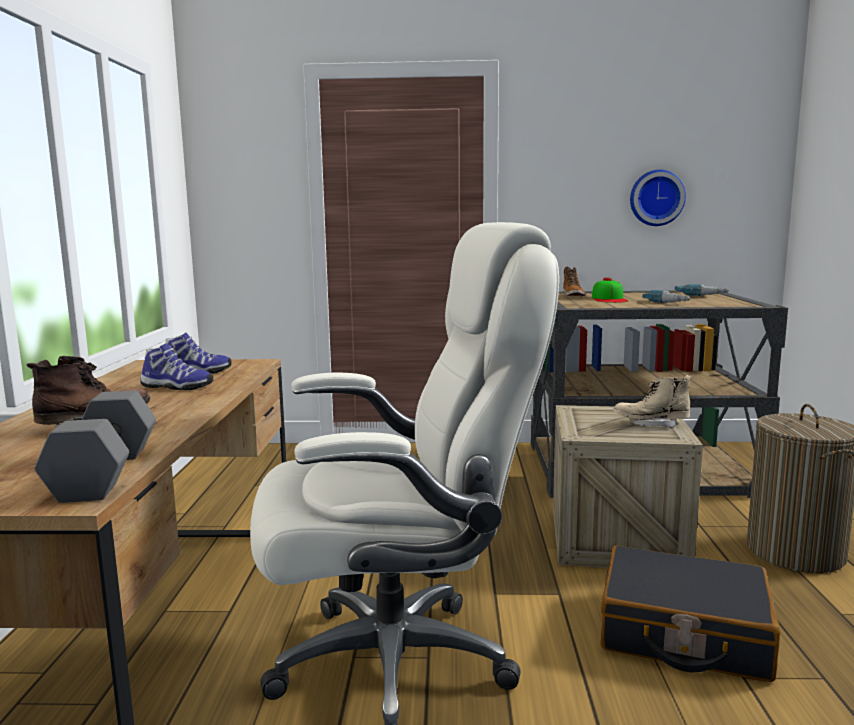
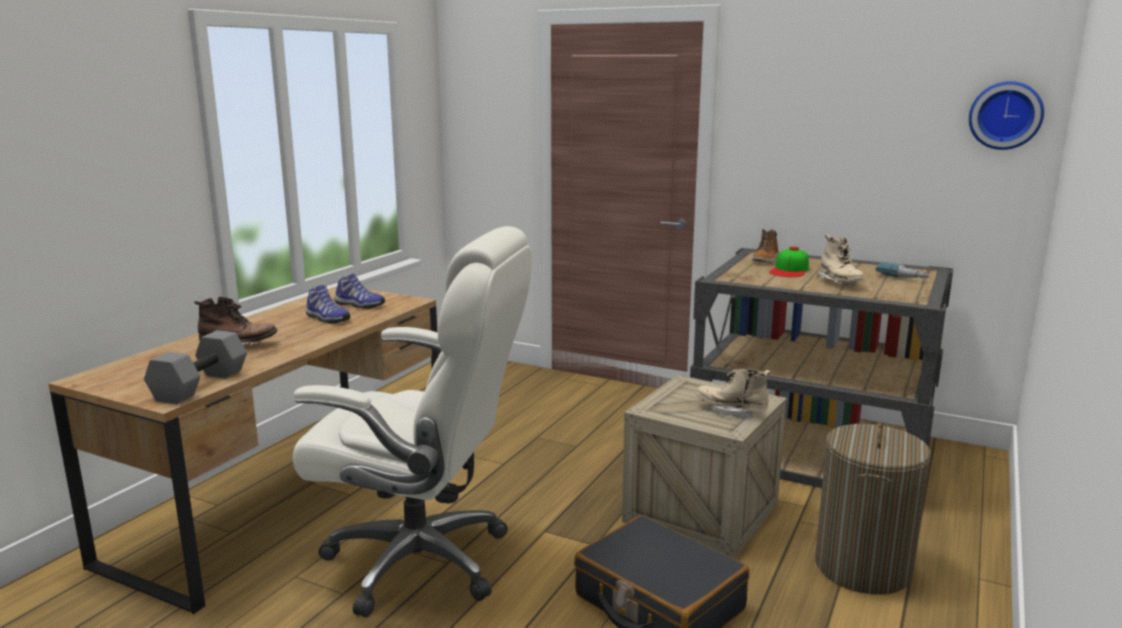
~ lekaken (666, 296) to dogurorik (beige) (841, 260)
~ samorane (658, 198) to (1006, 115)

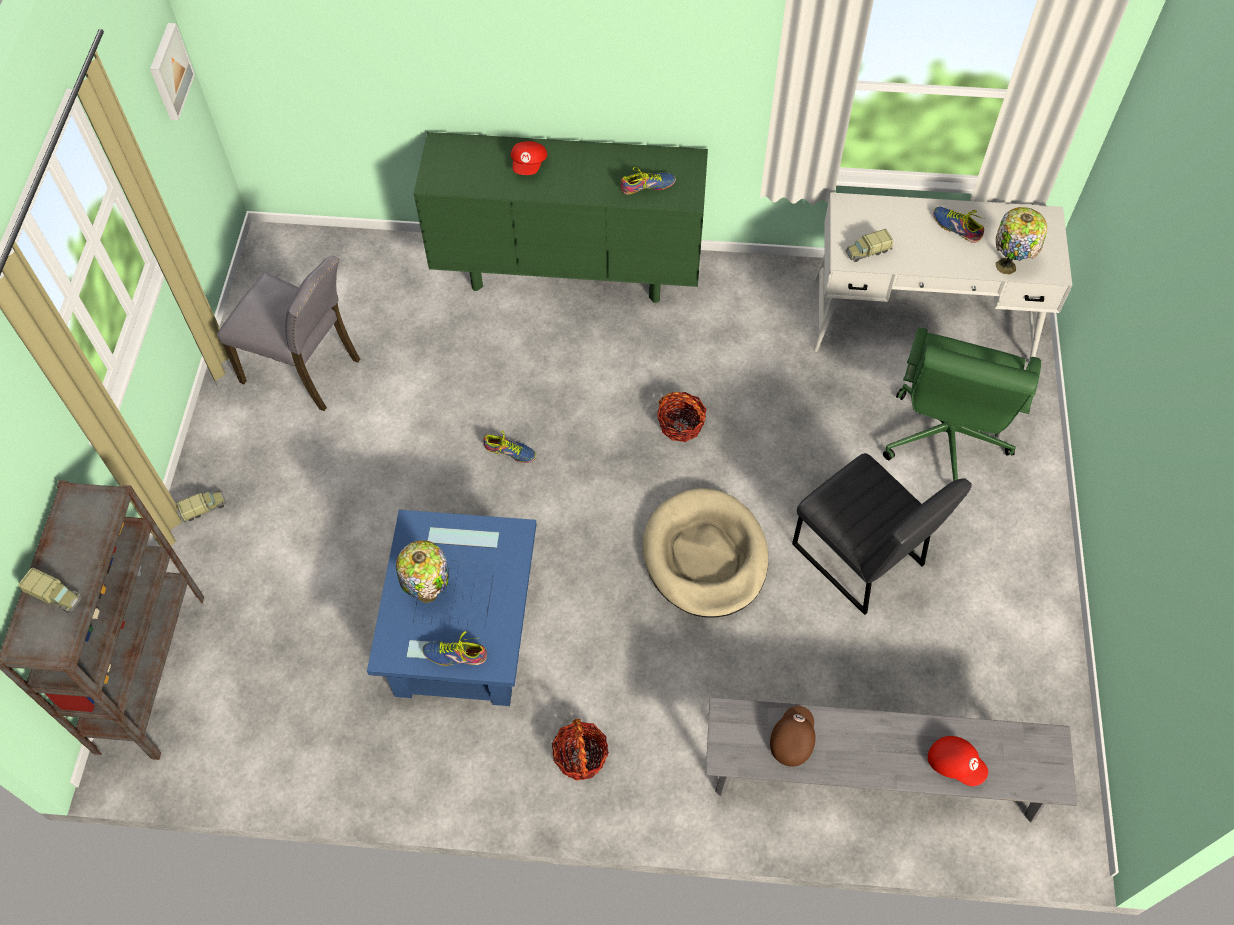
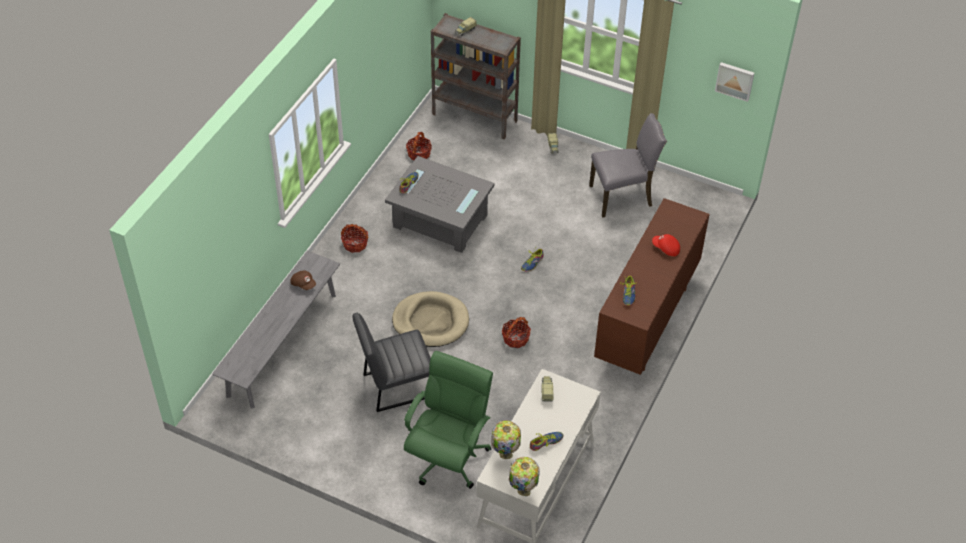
~ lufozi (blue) (452, 608) to lufozi (grey) (439, 204)
~ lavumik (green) (962, 404) = (448, 420) 75 degrees clockwise
+ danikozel (419, 146)
~ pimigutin (422, 571) to (524, 476)
~ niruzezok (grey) (288, 333) = (628, 165) 150 degrees counterclockwise
~ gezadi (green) (561, 217) to gezadi (brown) (652, 286)
- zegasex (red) (958, 761)

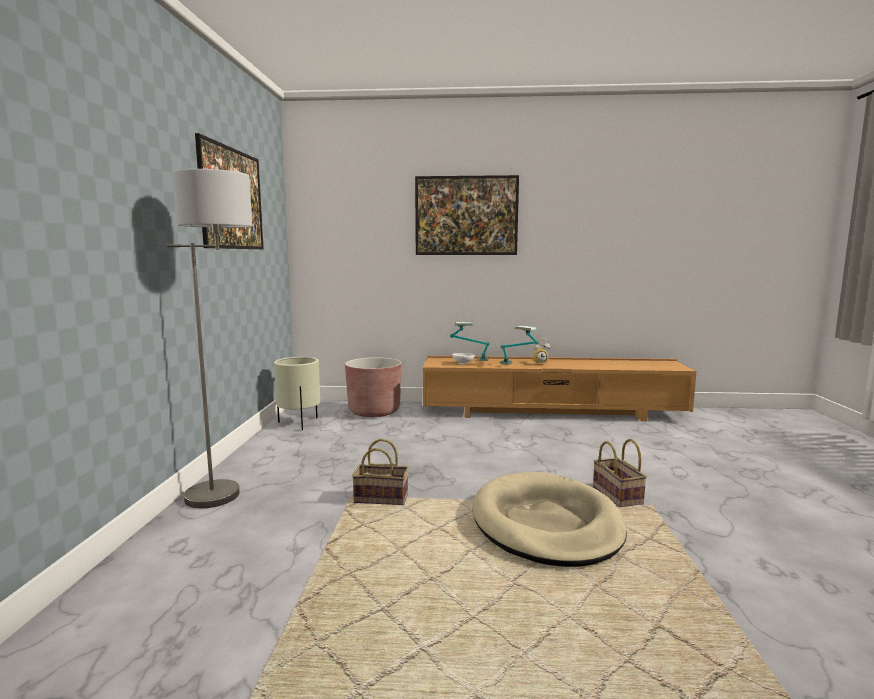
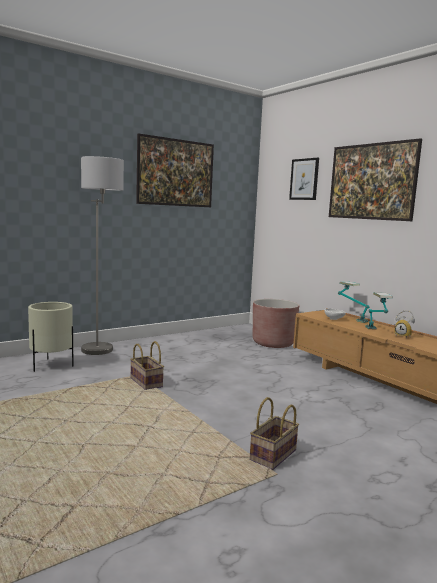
~ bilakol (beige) (297, 393) to (51, 337)
+ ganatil (304, 179)
- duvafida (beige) (549, 519)

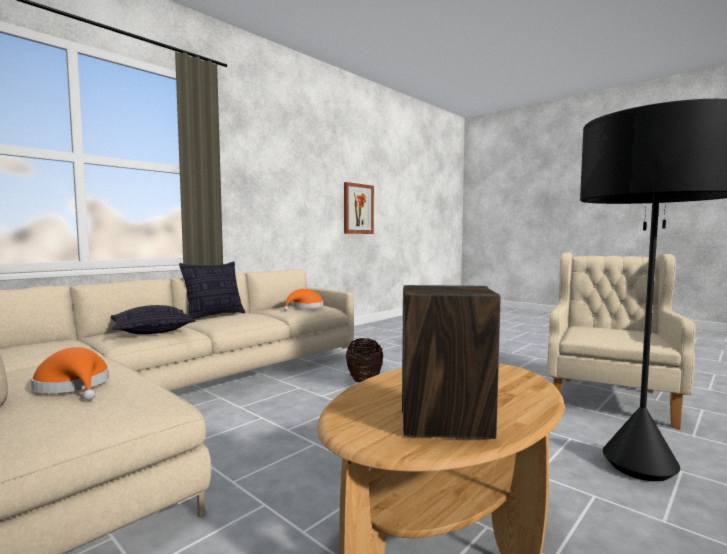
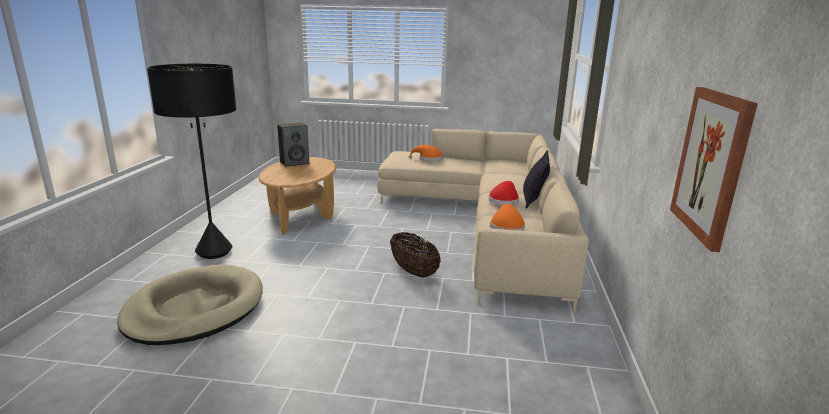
~ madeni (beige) (621, 340) to duvafida (beige) (190, 305)
+ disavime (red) (503, 193)
- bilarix (152, 319)

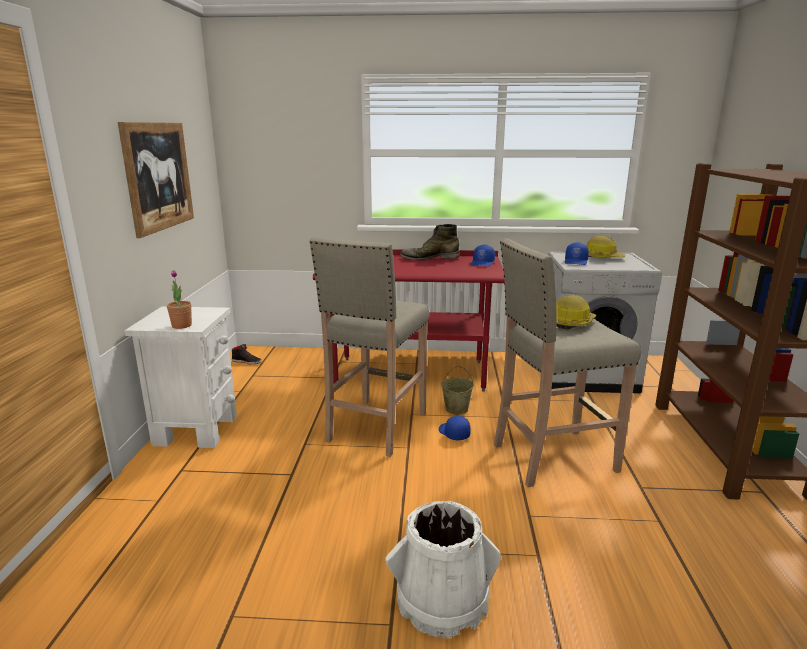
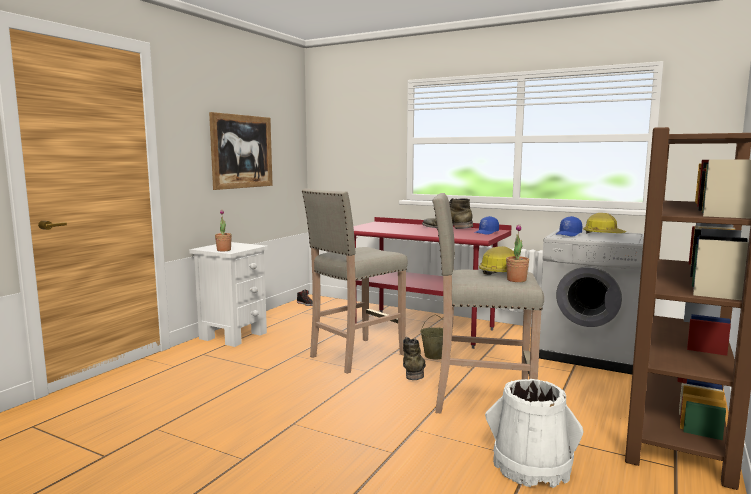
~ zegasex (blue) (455, 428) to dogurorik (green) (414, 358)
~ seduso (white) (443, 569) to (534, 433)
+ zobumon (517, 253)

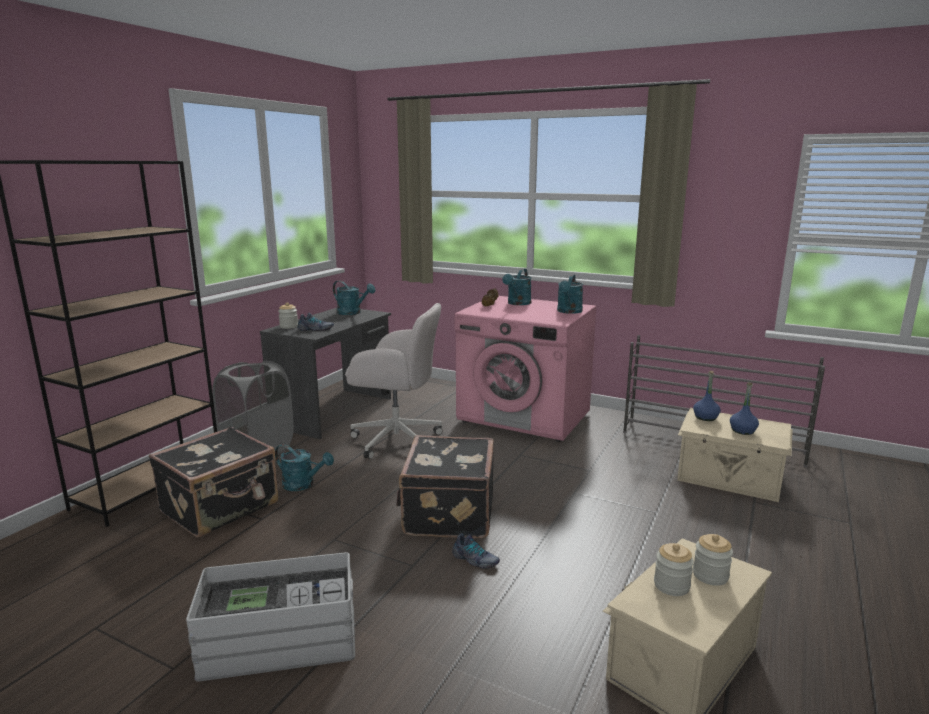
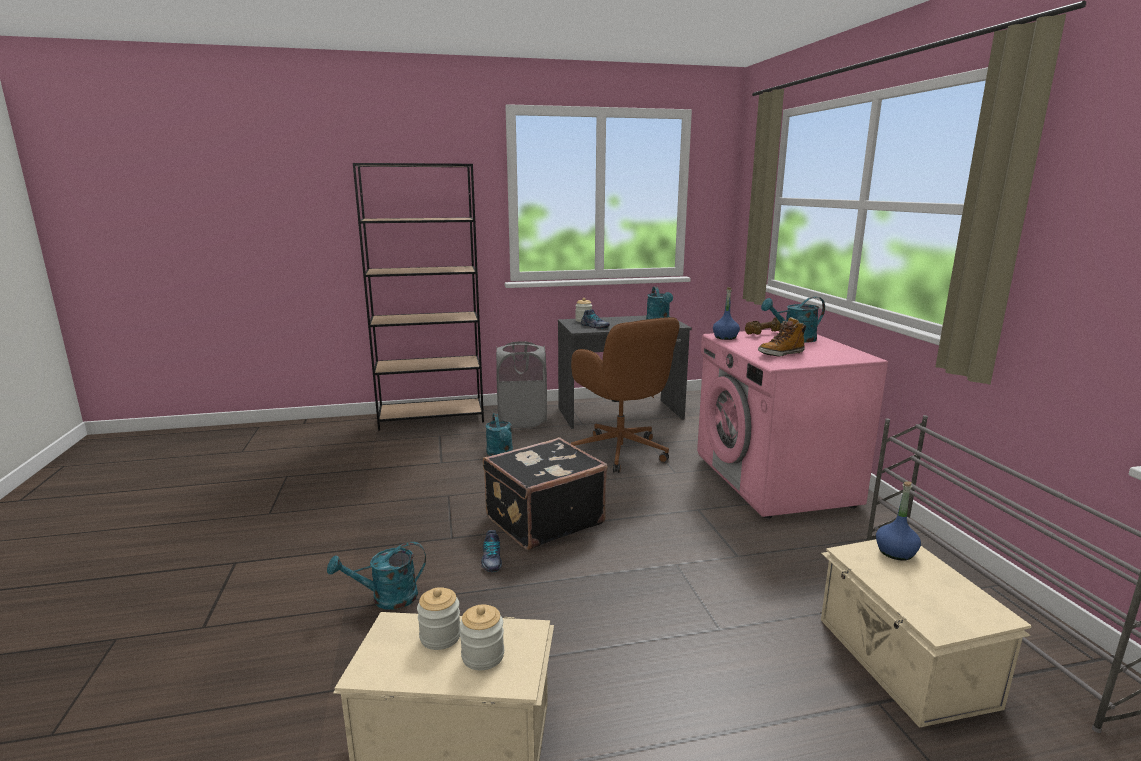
~ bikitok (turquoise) (570, 294) to (376, 576)
~ lavumik (white) (394, 381) to lavumik (brown) (625, 395)
~ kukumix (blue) (744, 408) to (726, 313)
+ dogurorik (782, 337)
- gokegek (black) (214, 482)
- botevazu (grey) (270, 616)

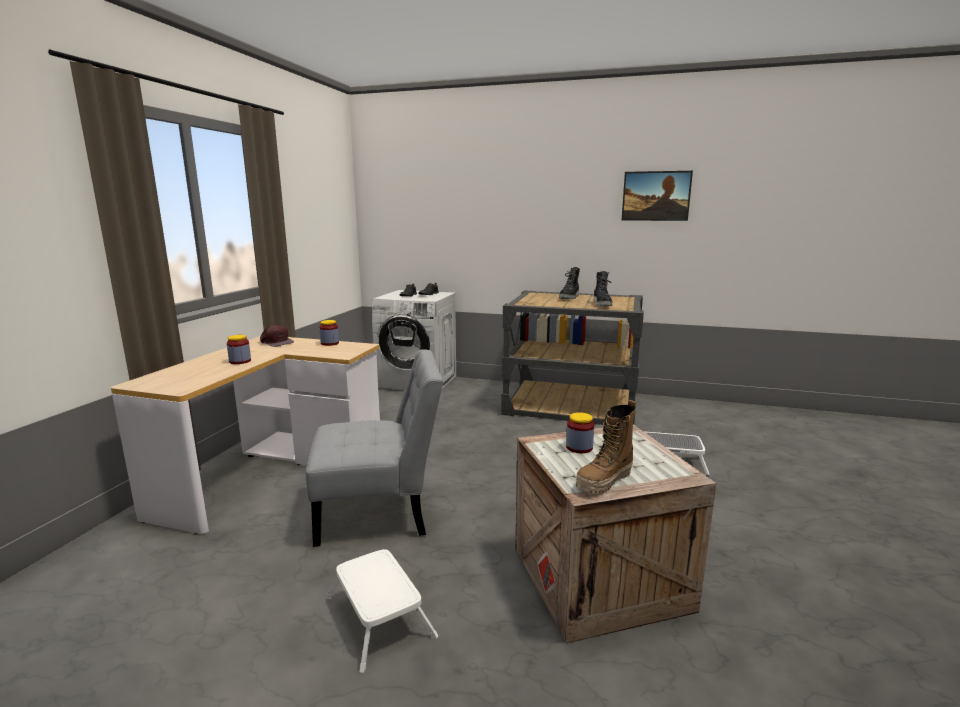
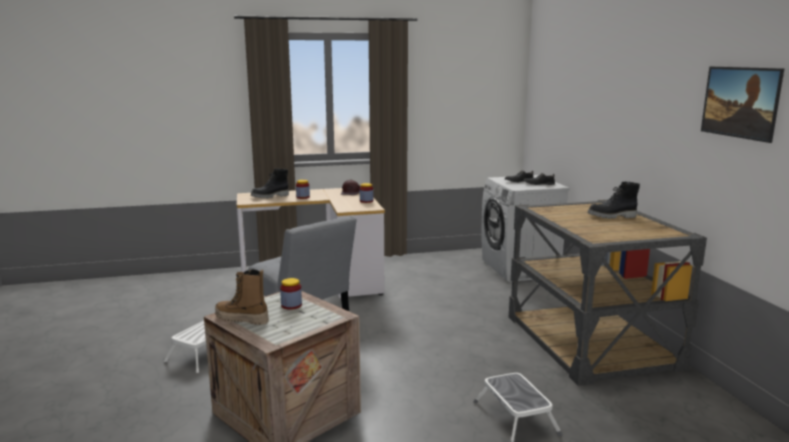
~ dogurorik (black) (603, 288) to (270, 183)

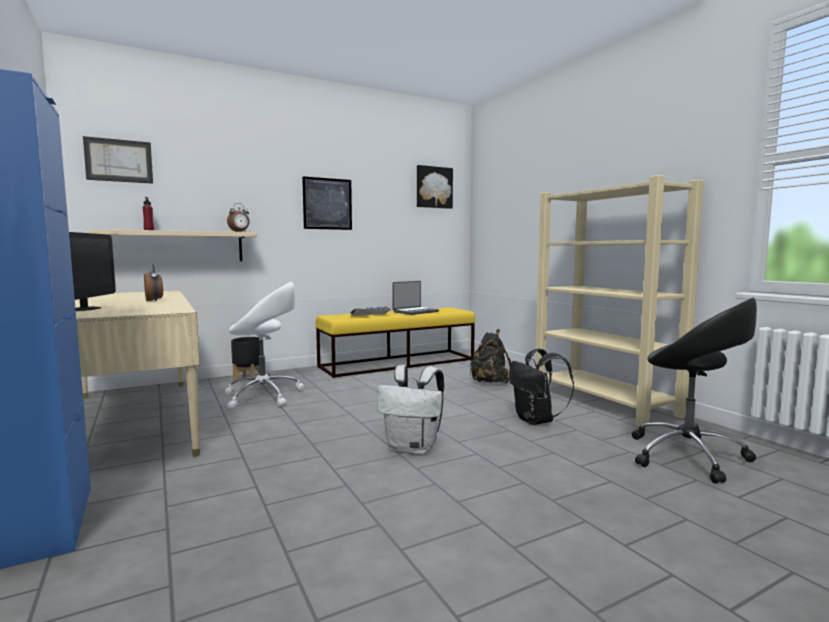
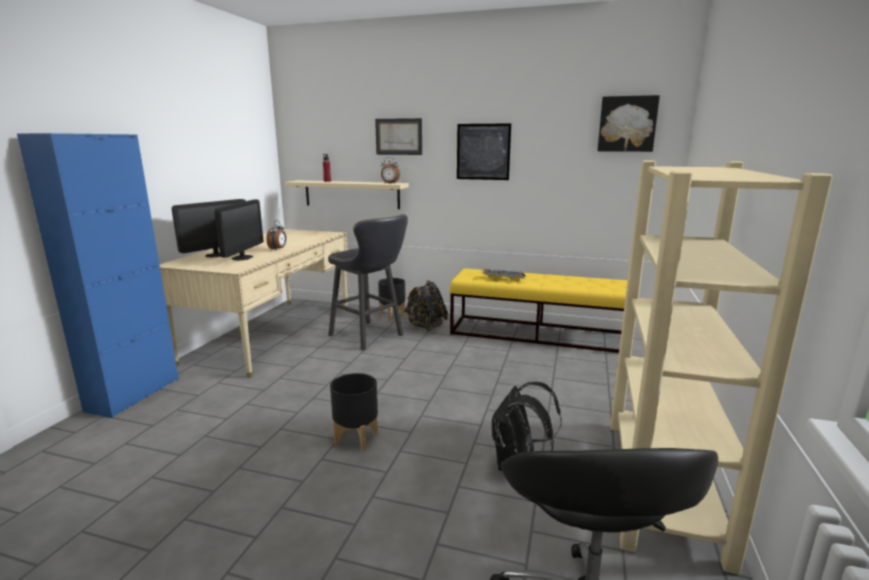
+ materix (238, 230)
~ lavumik (white) (264, 345) to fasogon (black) (368, 282)
~ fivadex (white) (410, 410) to bilakol (black) (354, 412)
~ ganatil (118, 160) to (398, 136)
~ fivadex (black) (491, 356) to (426, 305)
- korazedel (415, 298)

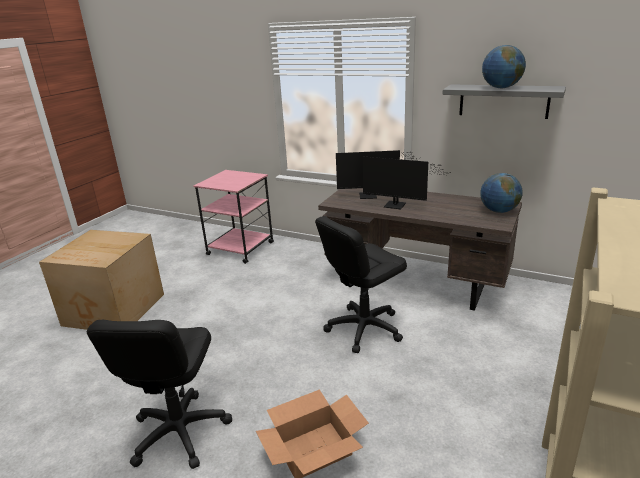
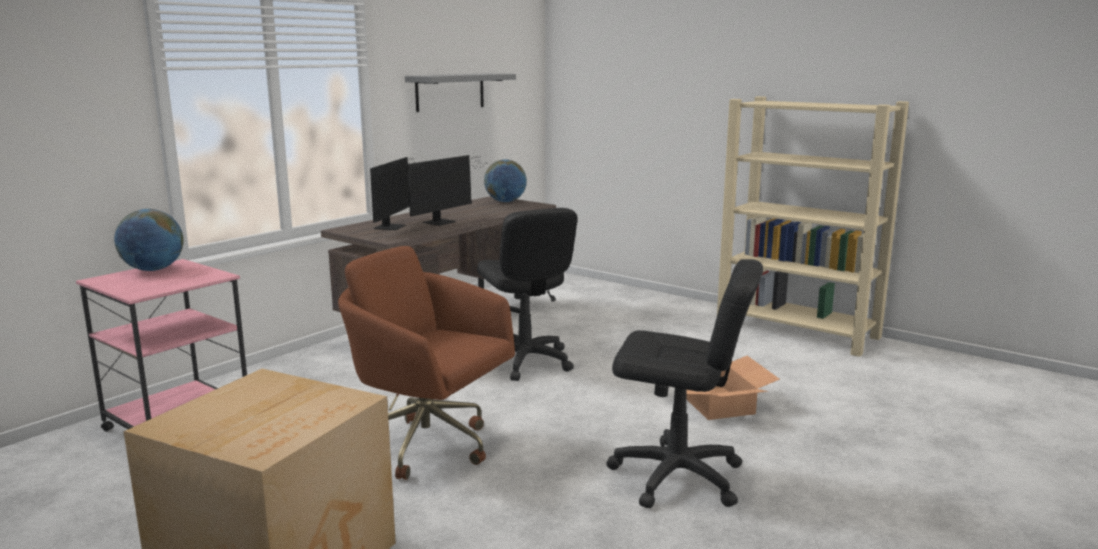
~ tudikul (504, 66) to (149, 240)
+ lavumik (brown) (426, 363)

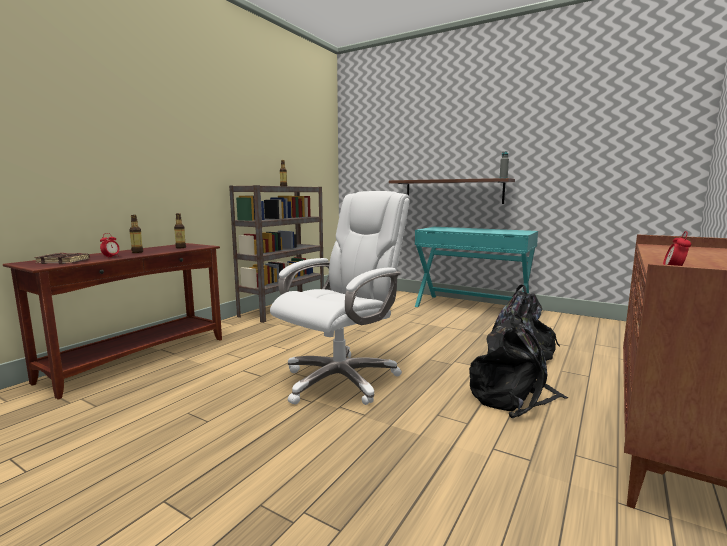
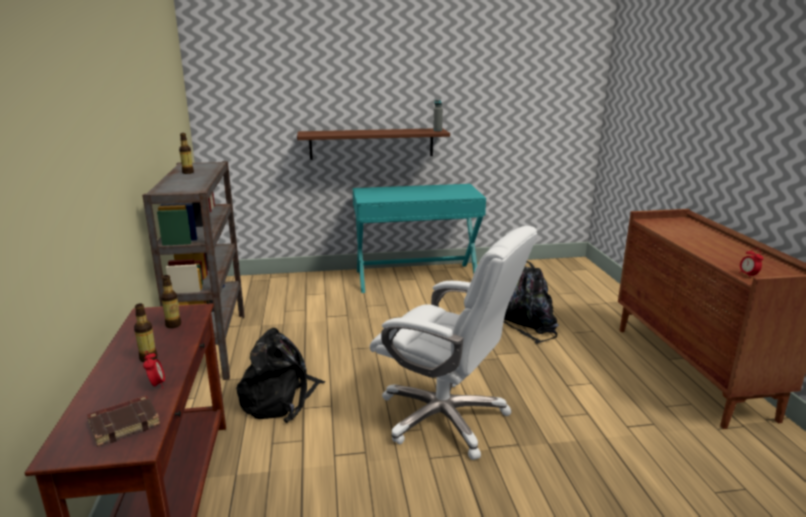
~ fivadex (black) (518, 366) to (281, 375)
~ lavumik (white) (340, 298) = (453, 343) 120 degrees clockwise

